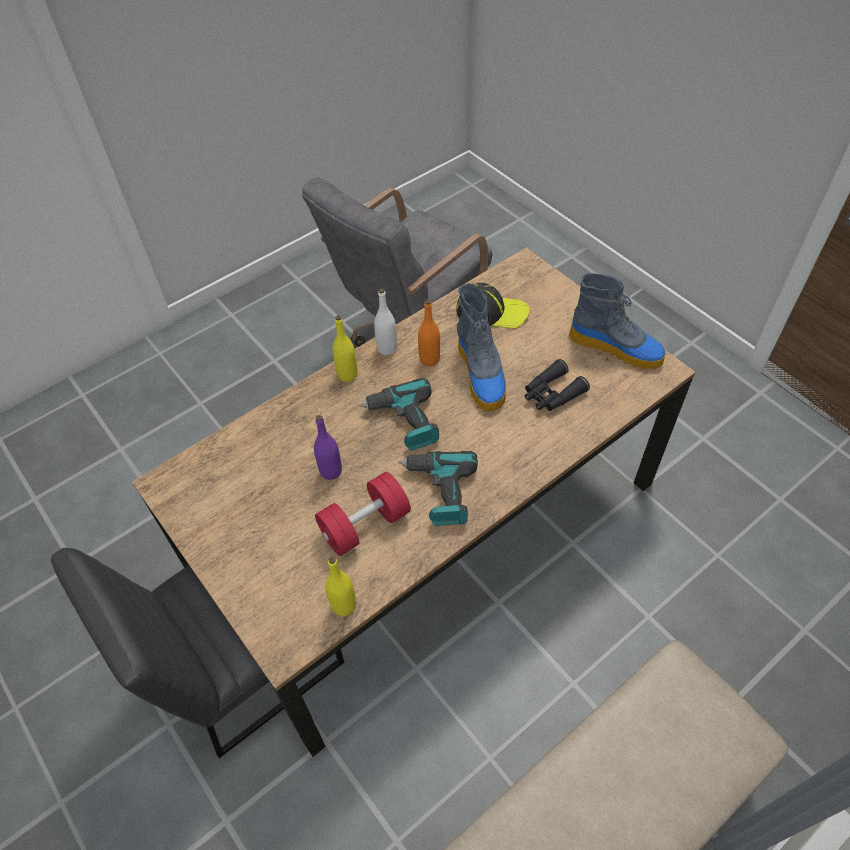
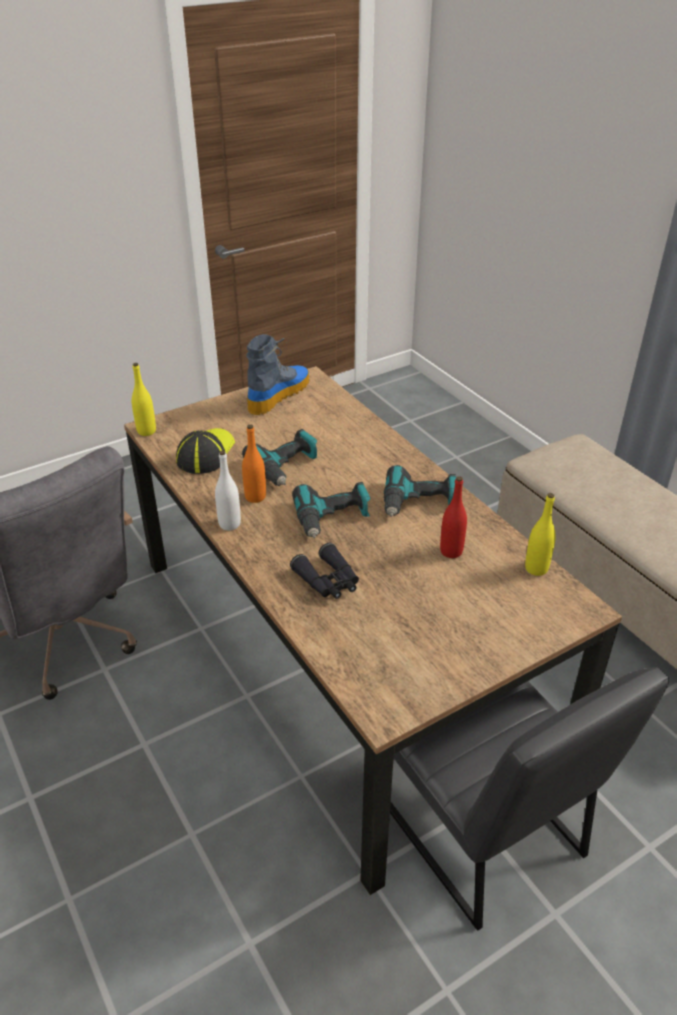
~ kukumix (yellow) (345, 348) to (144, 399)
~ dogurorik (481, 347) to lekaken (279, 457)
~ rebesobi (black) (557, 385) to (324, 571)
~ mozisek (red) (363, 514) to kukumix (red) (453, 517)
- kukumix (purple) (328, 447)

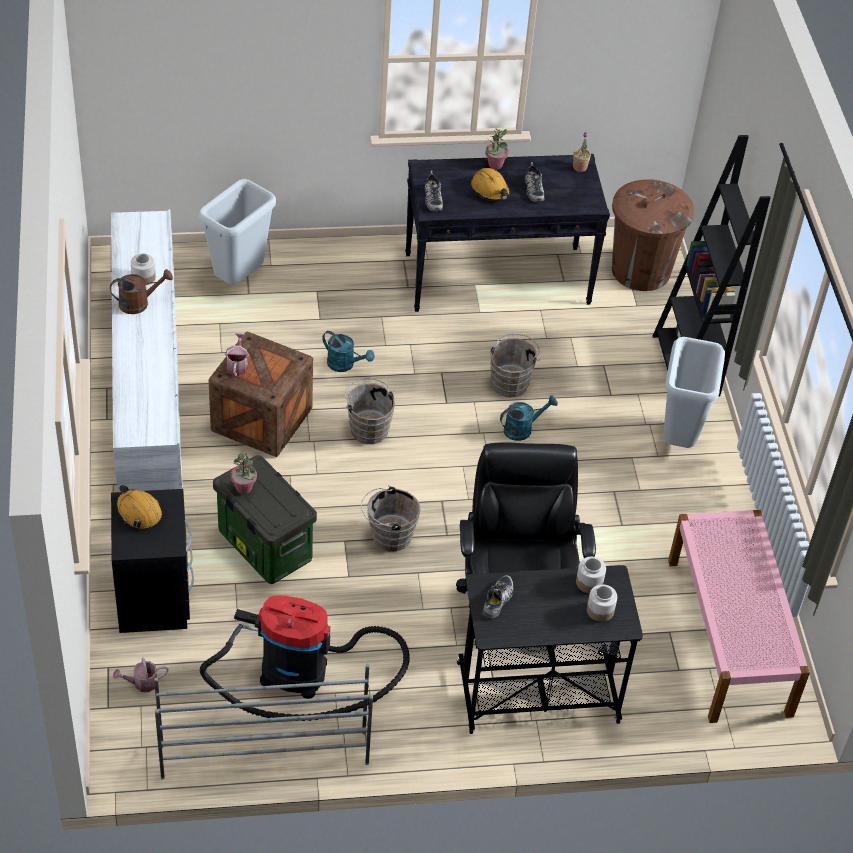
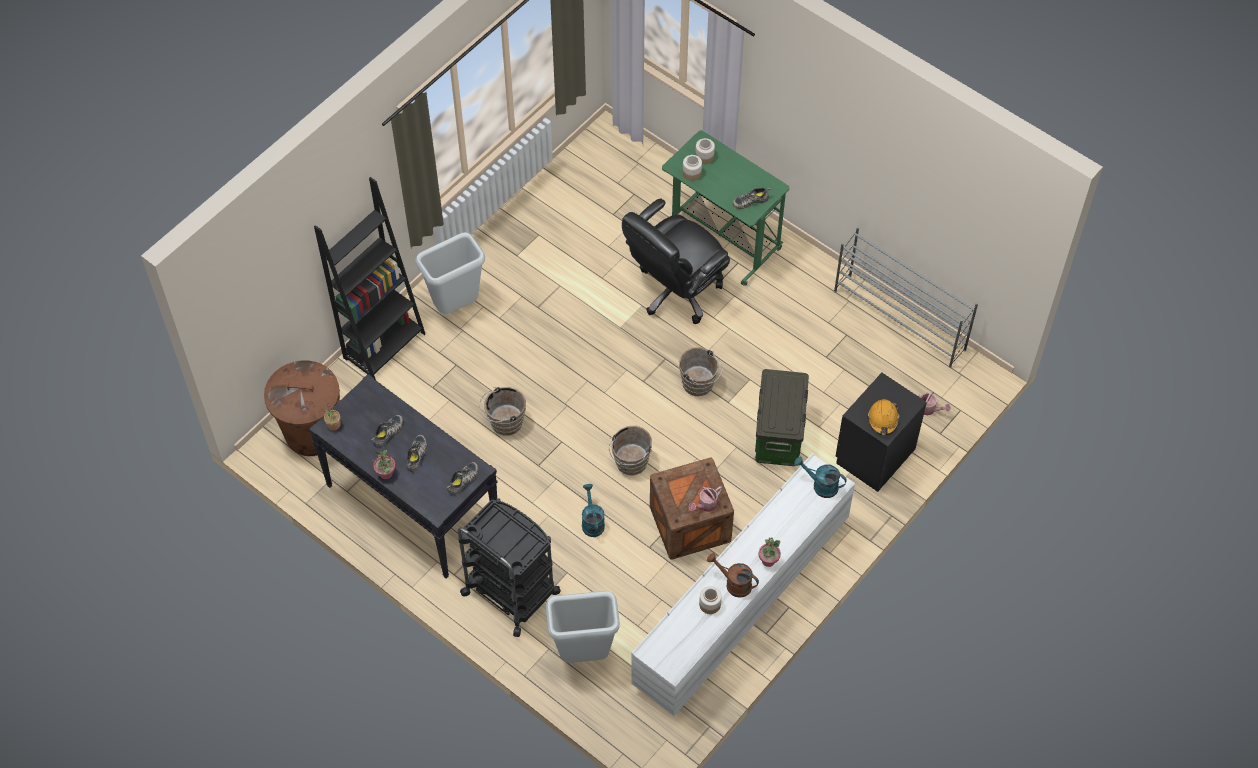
~ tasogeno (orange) (490, 184) to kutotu (417, 453)
+ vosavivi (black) (509, 567)
~ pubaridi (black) (550, 649) to pubaridi (green) (725, 208)
~ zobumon (243, 473) to (769, 552)
~ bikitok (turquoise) (529, 418) to (820, 477)
- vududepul (305, 658)
- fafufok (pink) (739, 616)

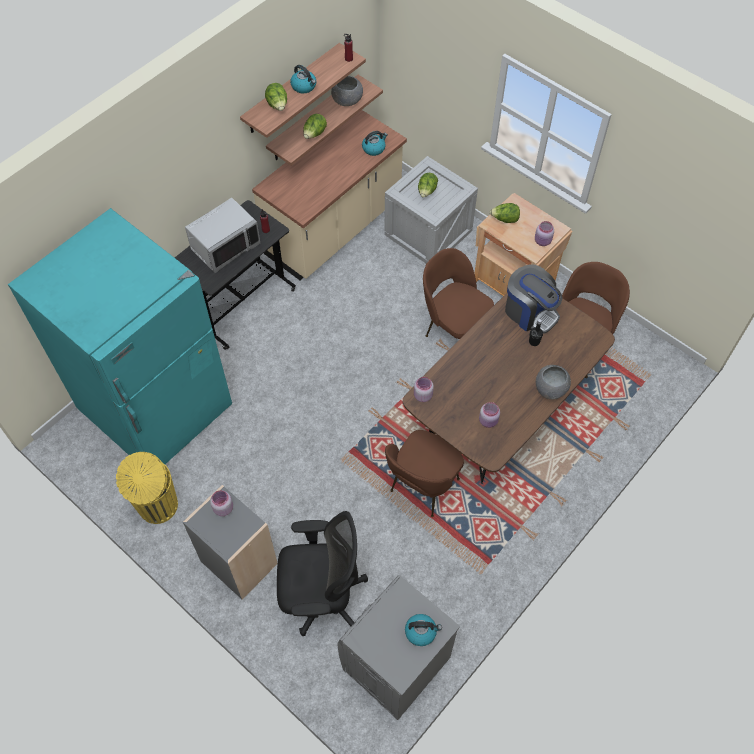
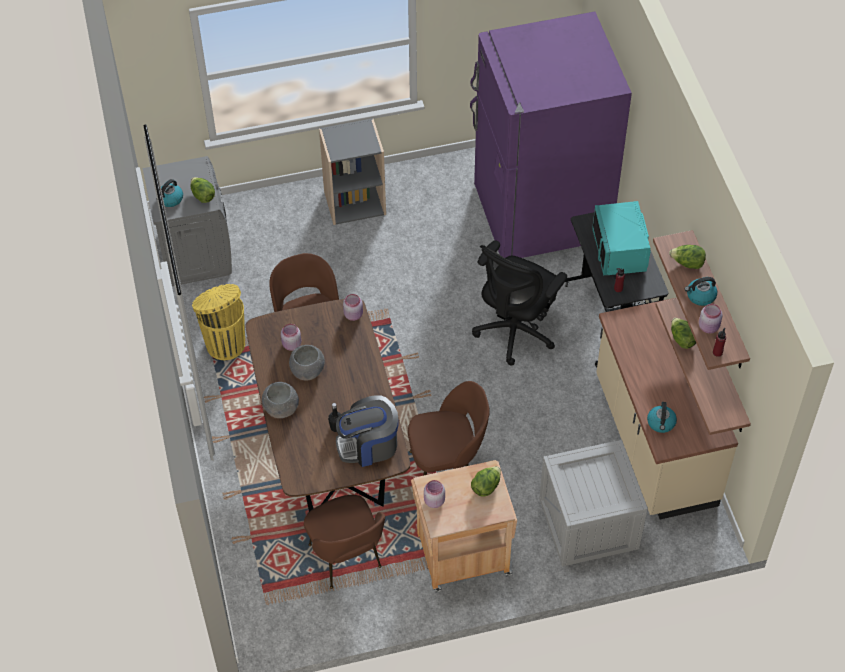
~ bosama (428, 185) to (203, 190)
~ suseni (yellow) (147, 488) to (218, 322)
~ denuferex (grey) (347, 91) to (307, 363)
~ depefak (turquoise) (120, 336) to depefak (purple) (551, 135)
~ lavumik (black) (322, 573) to (519, 302)
~ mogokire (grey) (222, 235) to mogokire (turquoise) (621, 238)
~ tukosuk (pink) (221, 503) to (711, 318)

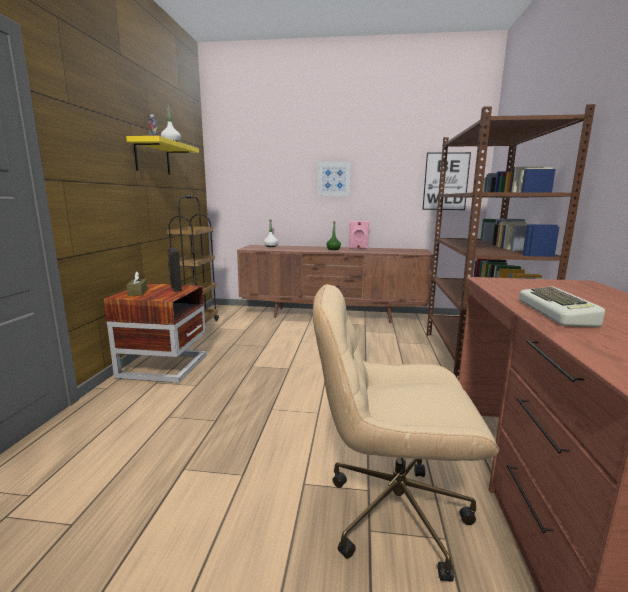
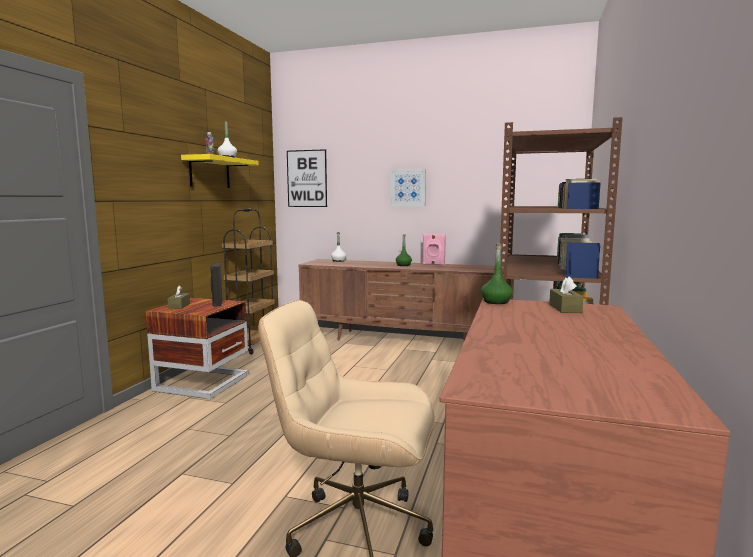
~ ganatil (446, 181) to (307, 178)
+ kukumix (green) (497, 273)
+ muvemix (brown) (566, 295)
- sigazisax (562, 307)

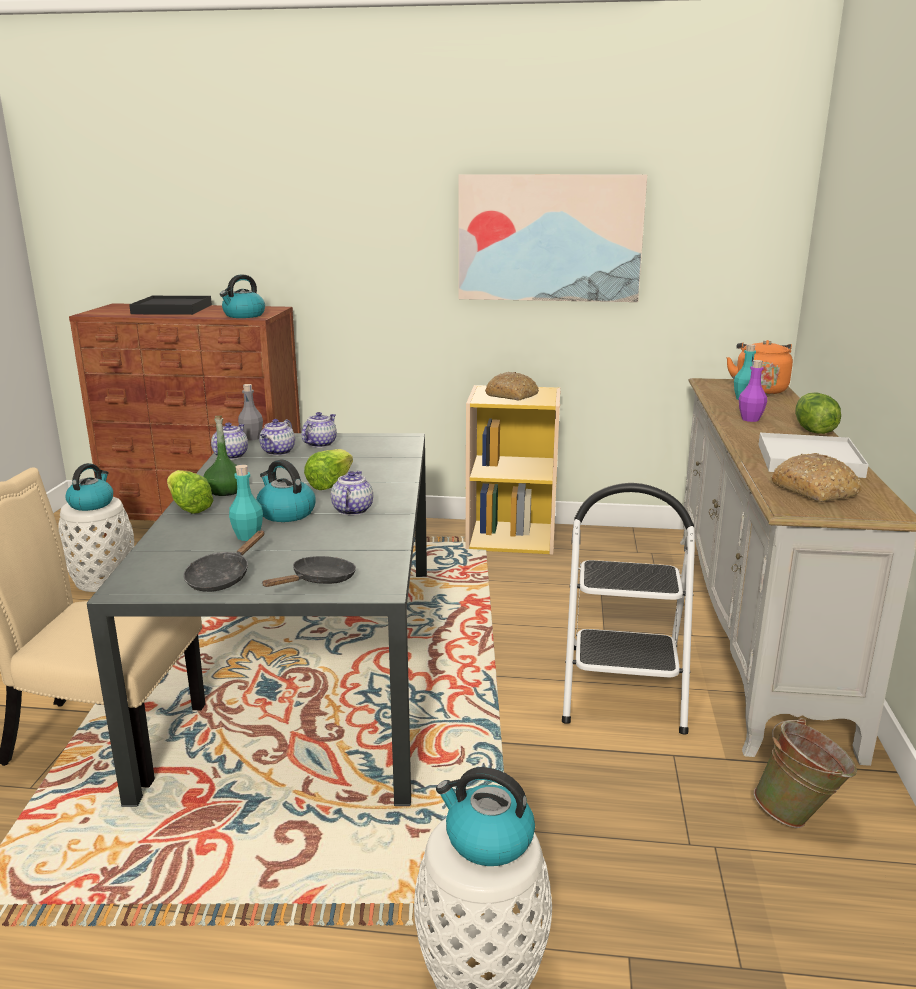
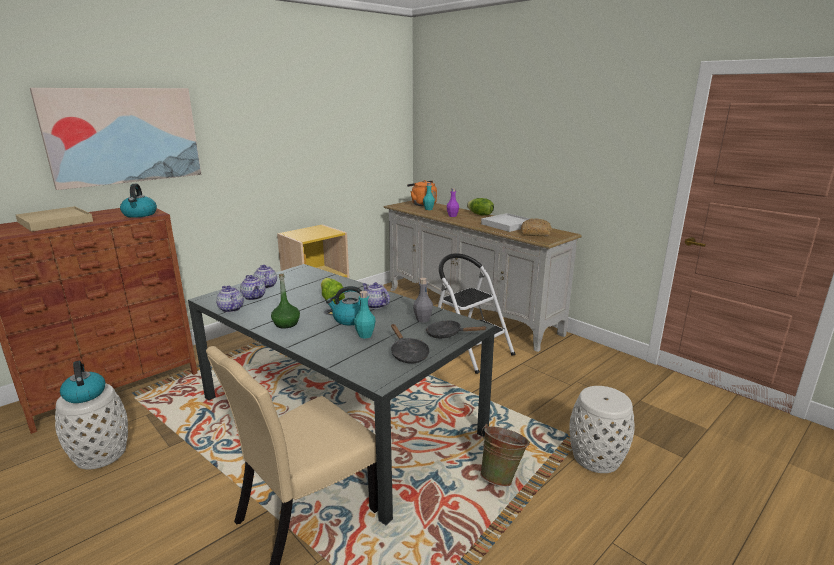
~ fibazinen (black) (170, 305) to fibazinen (beige) (54, 219)
~ ganatil (552, 238) to (115, 139)
~ kukumix (grey) (250, 412) to (423, 300)
~ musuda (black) (309, 571) = (456, 329) 60 degrees counterclockwise
~ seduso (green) (805, 773) to (505, 455)
- bosama (190, 492)
- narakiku (485, 816)
- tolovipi (512, 386)

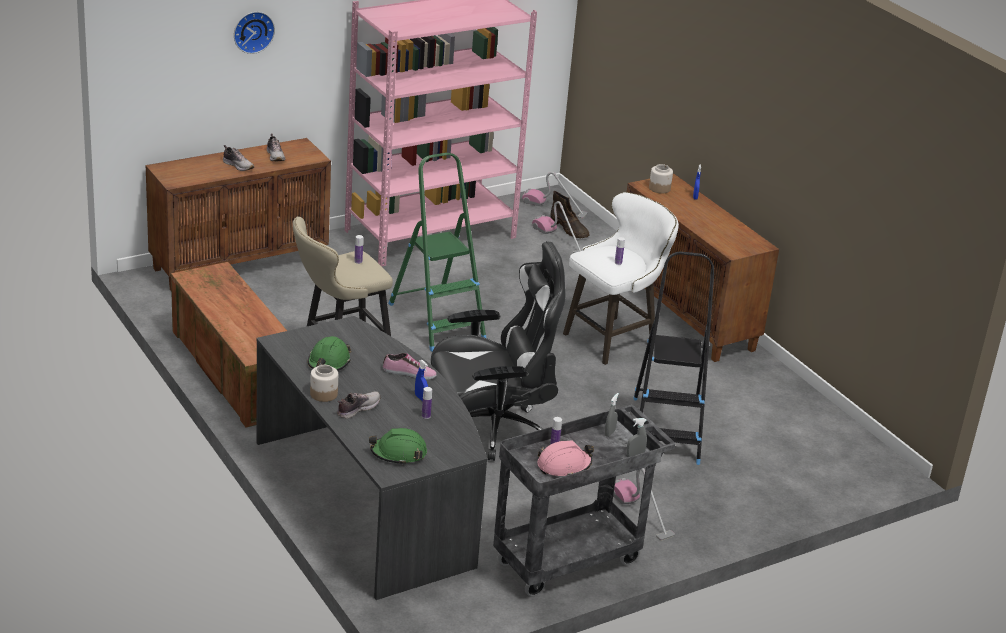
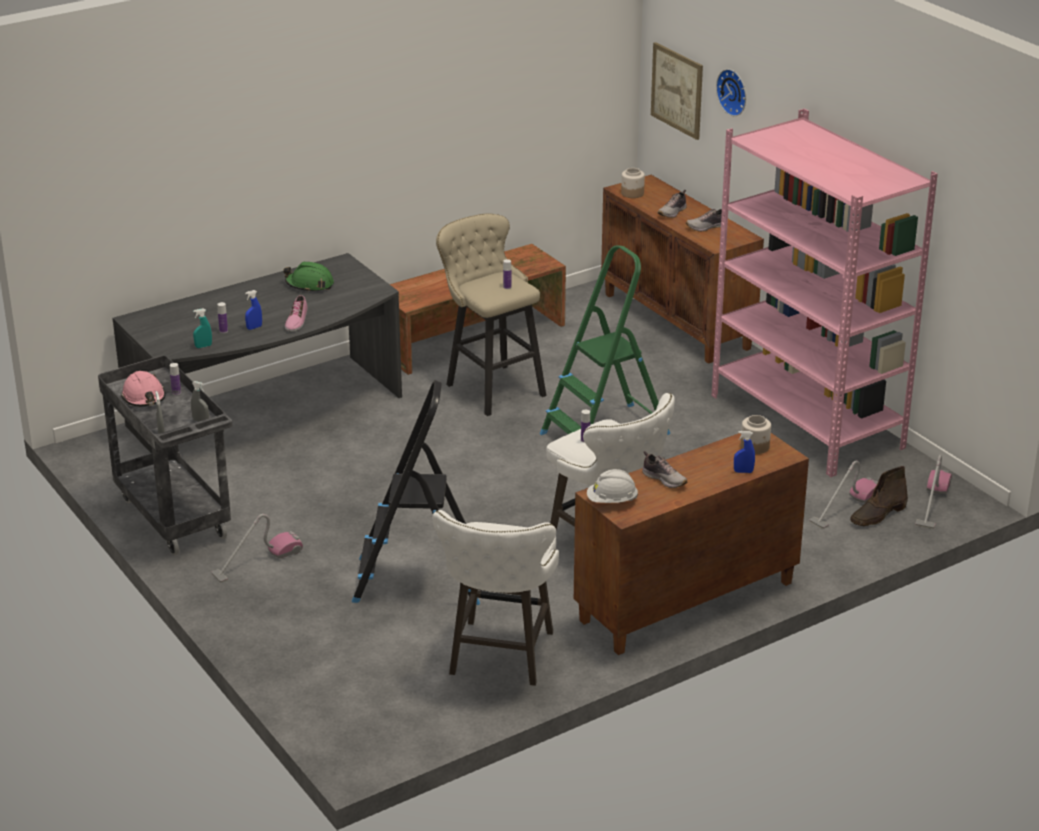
+ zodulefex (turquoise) (202, 328)
+ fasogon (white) (495, 598)
+ tasogeno (white) (612, 486)
~ tukosuk (324, 383) to (633, 183)
~ kutotu (358, 405) to (664, 469)
+ ganatil (677, 91)
- tasogeno (green) (398, 446)
- lavumik (black) (498, 351)

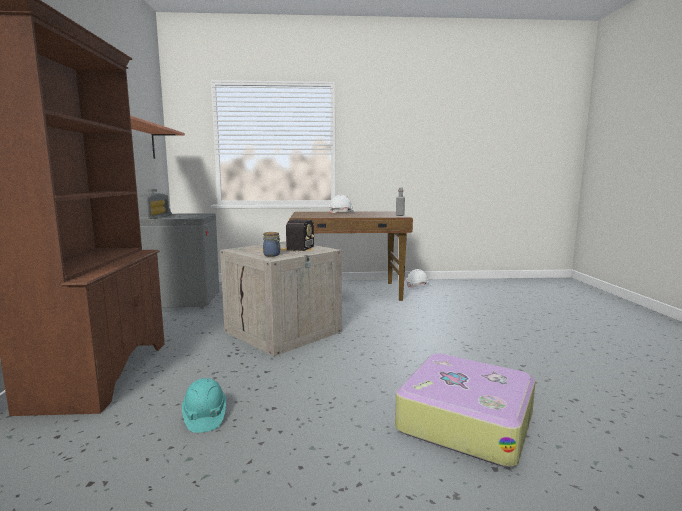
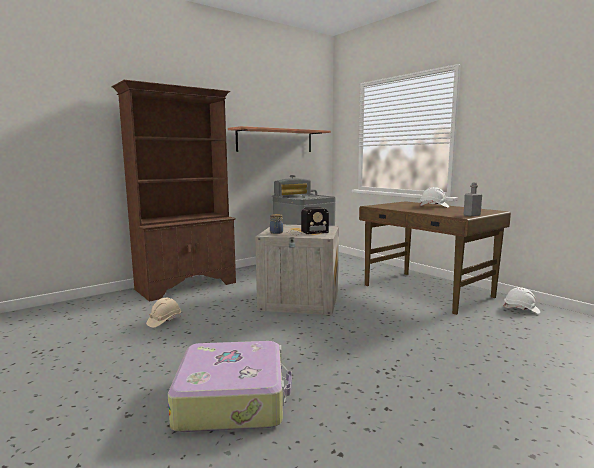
~ tasogeno (turquoise) (204, 405) to tasogeno (beige) (163, 313)

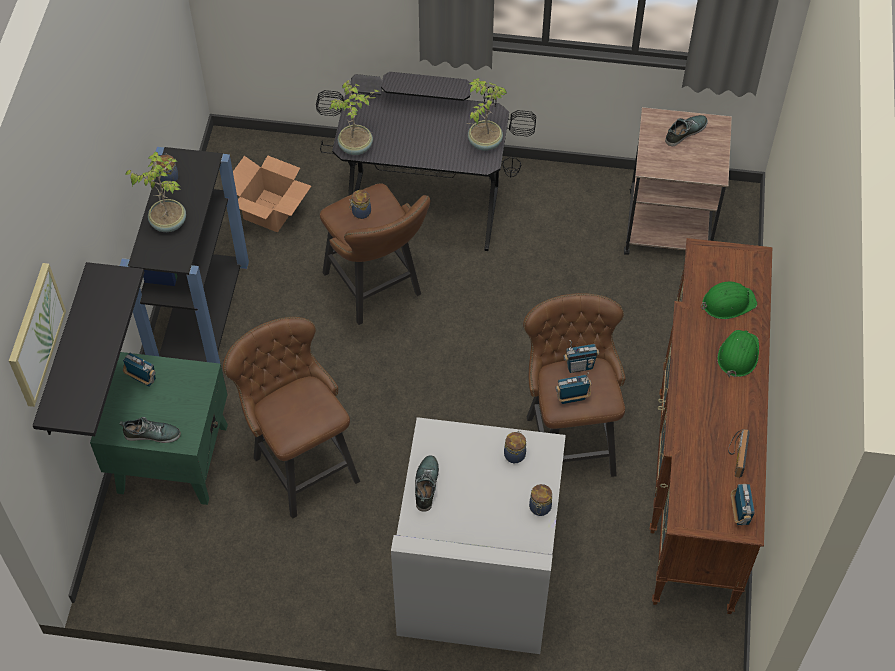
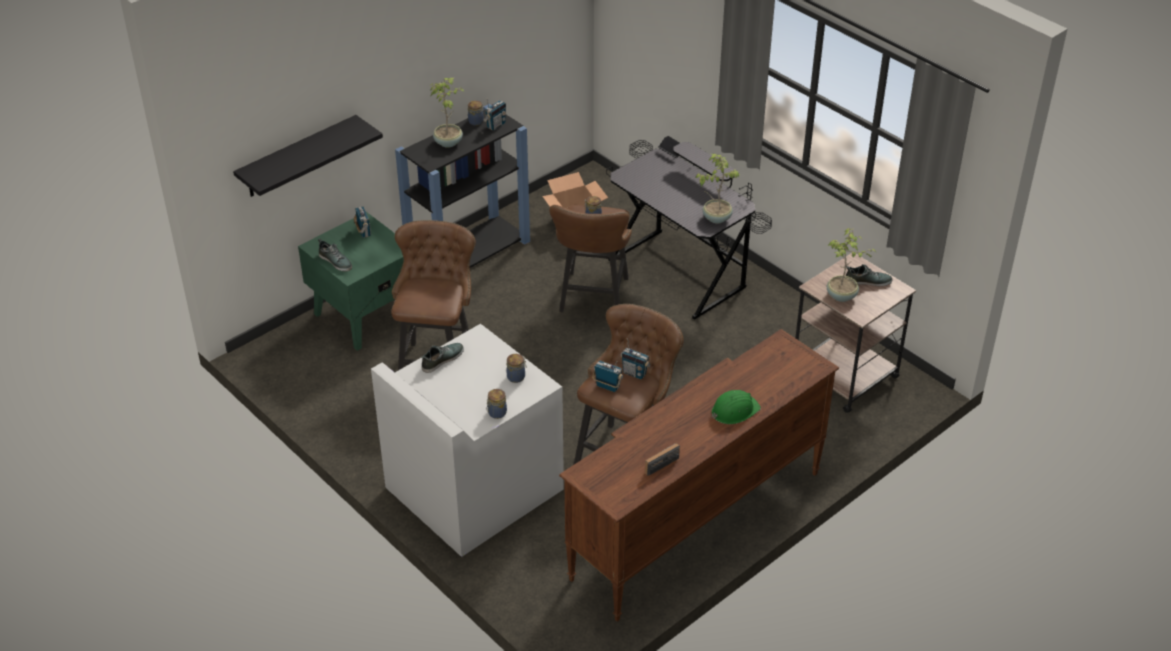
~ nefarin (742, 504) to (494, 115)
~ zobumon (354, 117) to (852, 265)
- ganatil (37, 335)
- tasogeno (green) (729, 300)

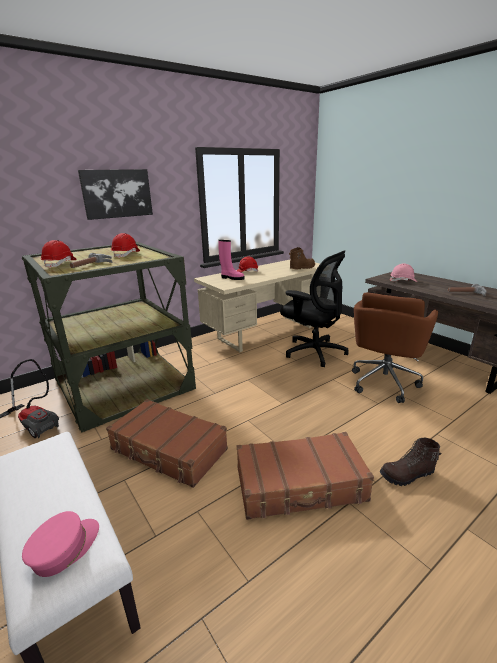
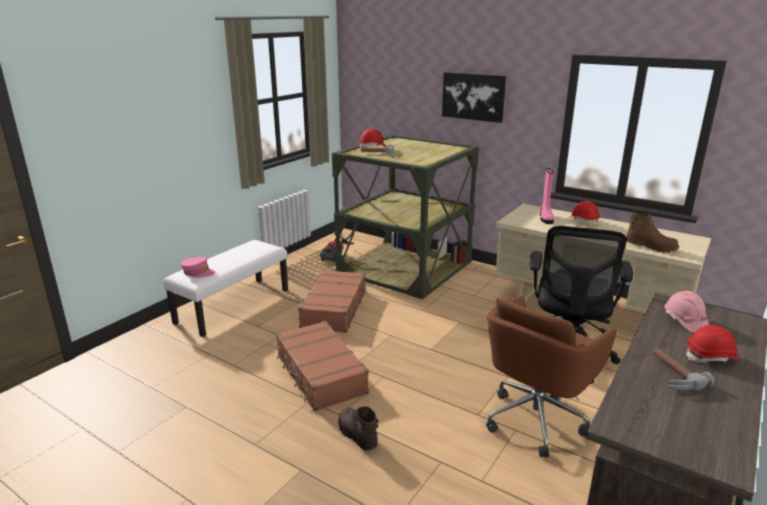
~ lavumik (brown) (395, 348) = (551, 376) 60 degrees counterclockwise
~ tasogeno (red) (125, 245) to (713, 344)

